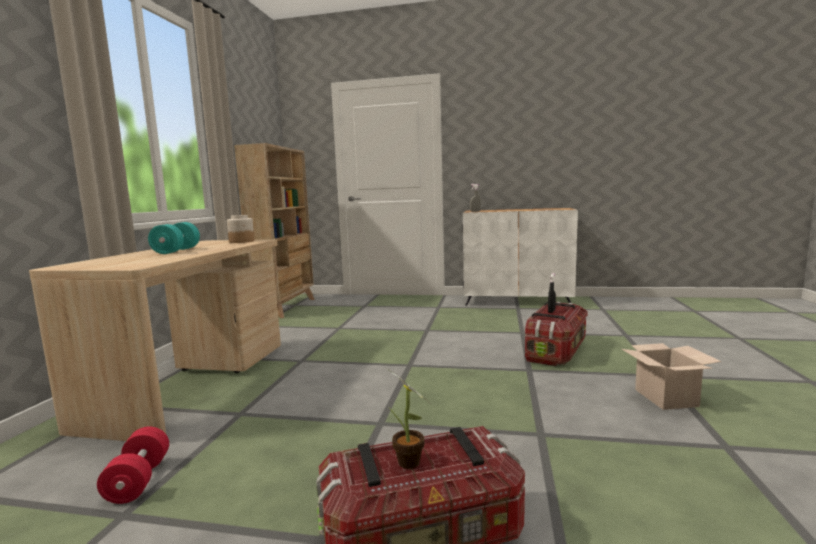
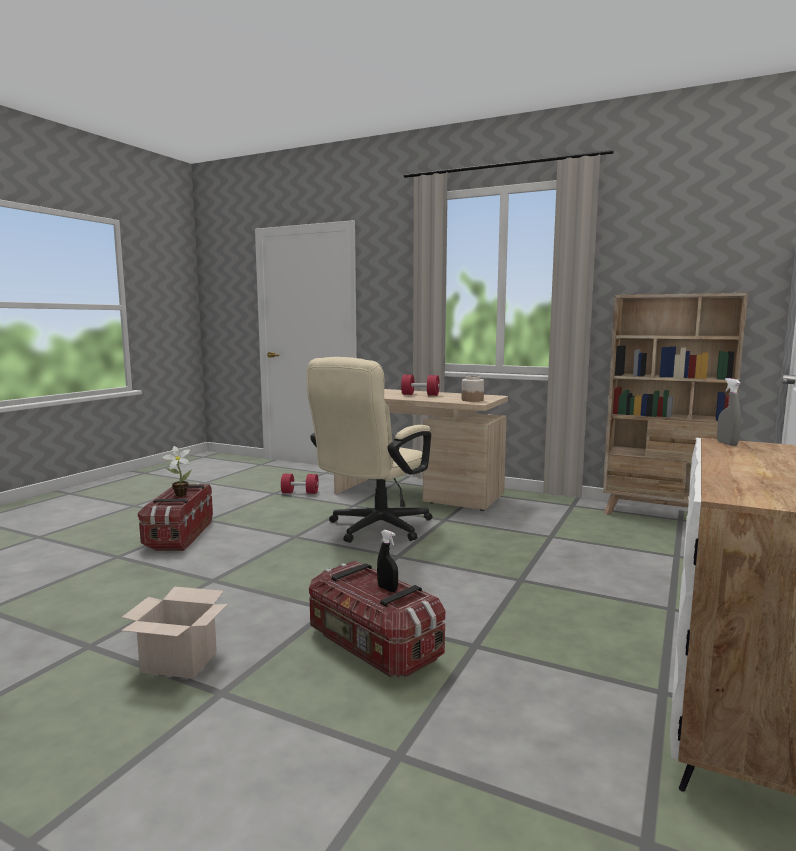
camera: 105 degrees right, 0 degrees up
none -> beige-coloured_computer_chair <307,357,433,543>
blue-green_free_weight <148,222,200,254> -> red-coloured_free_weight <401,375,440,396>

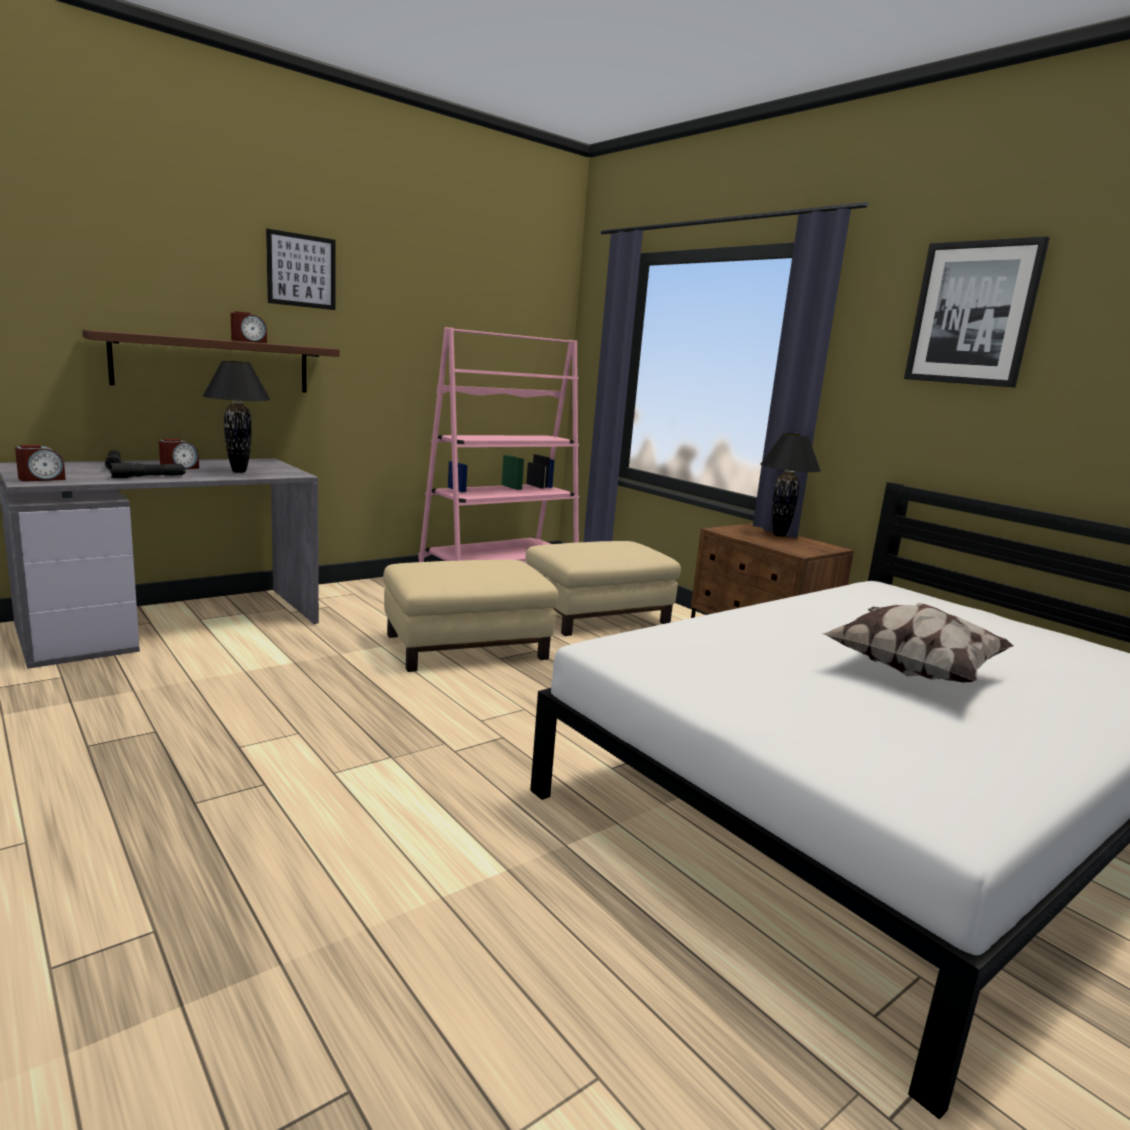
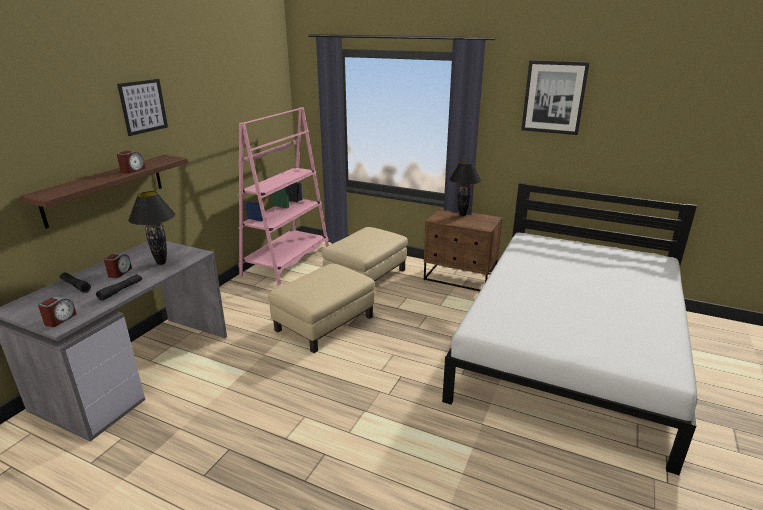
camera: 25 degrees left, 10 degrees up
cushion <823,603,1014,682> -> none

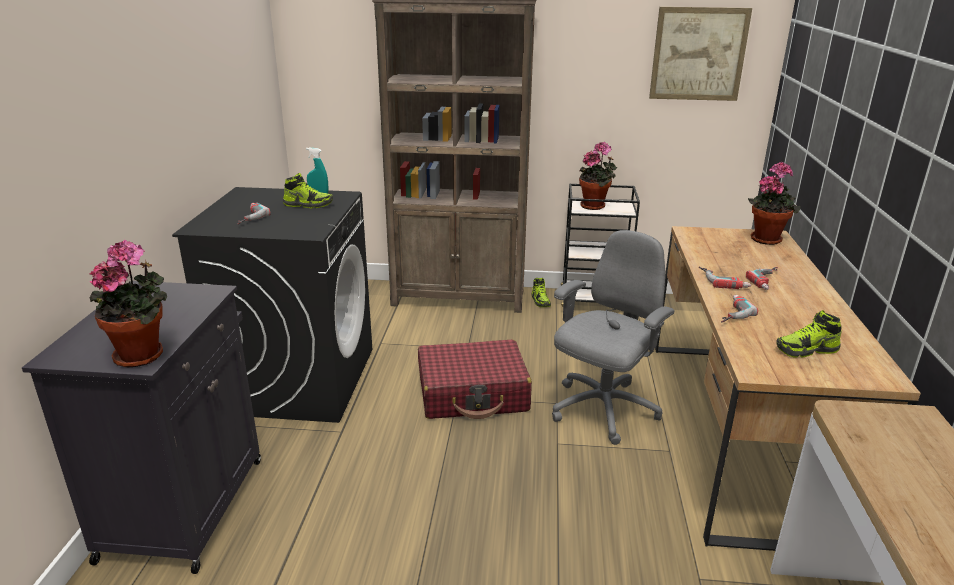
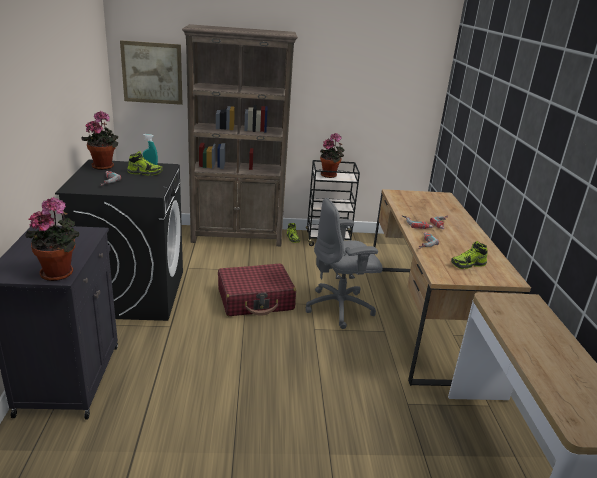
camera: 10 degrees left, 0 degrees up
potted_plant <748,162,800,245> -> potted_plant <81,111,118,170>, shifted
wall_art <649,7,752,101> -> wall_art <120,40,182,105>, shifted
greyish_computer_chair <552,230,675,445> -> greyish_computer_chair <306,198,383,329>, 135 degrees counterclockwise

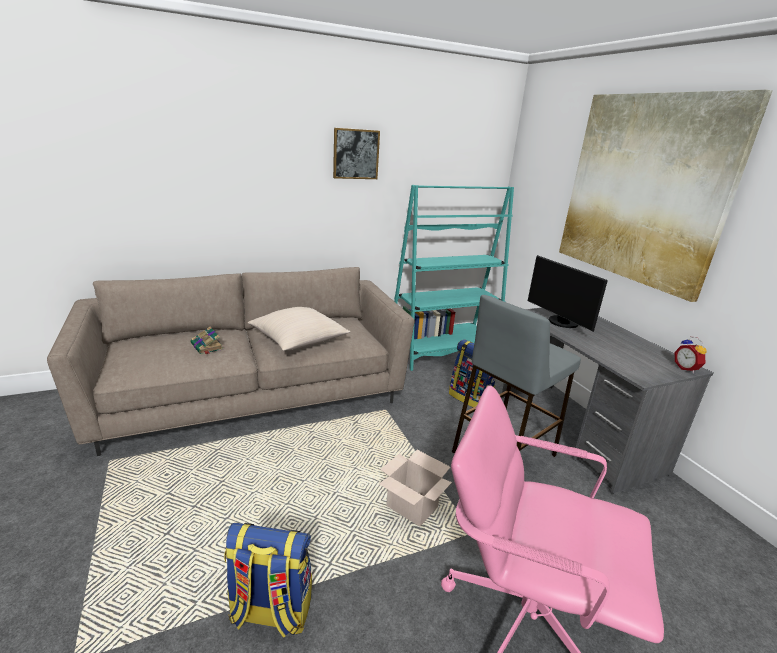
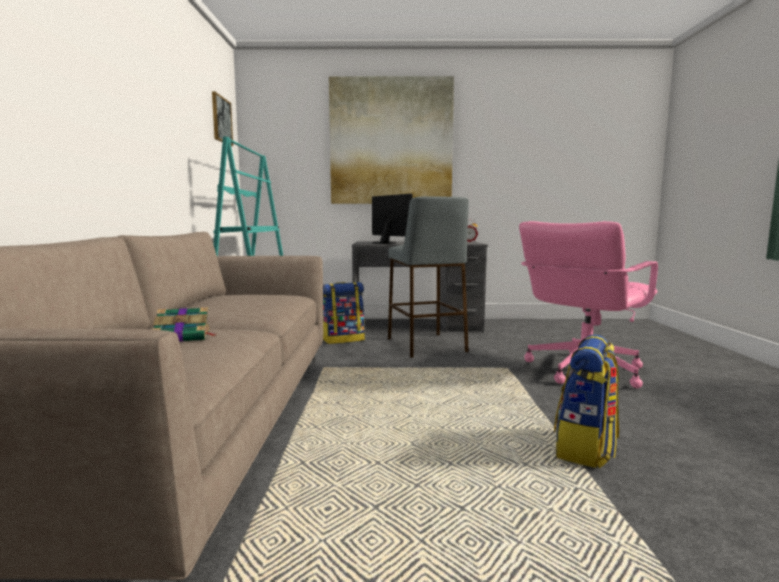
camera: 65 degrees left, 15 degrees down
wall_art <333,128,380,179> -> wall_art <212,92,233,146>, shifted
computer_screen <528,255,608,332> -> computer_screen <372,194,413,244>, 120 degrees counterclockwise
beige-coloured_cushion <248,307,350,351> -> none
carton <379,450,452,527> -> none

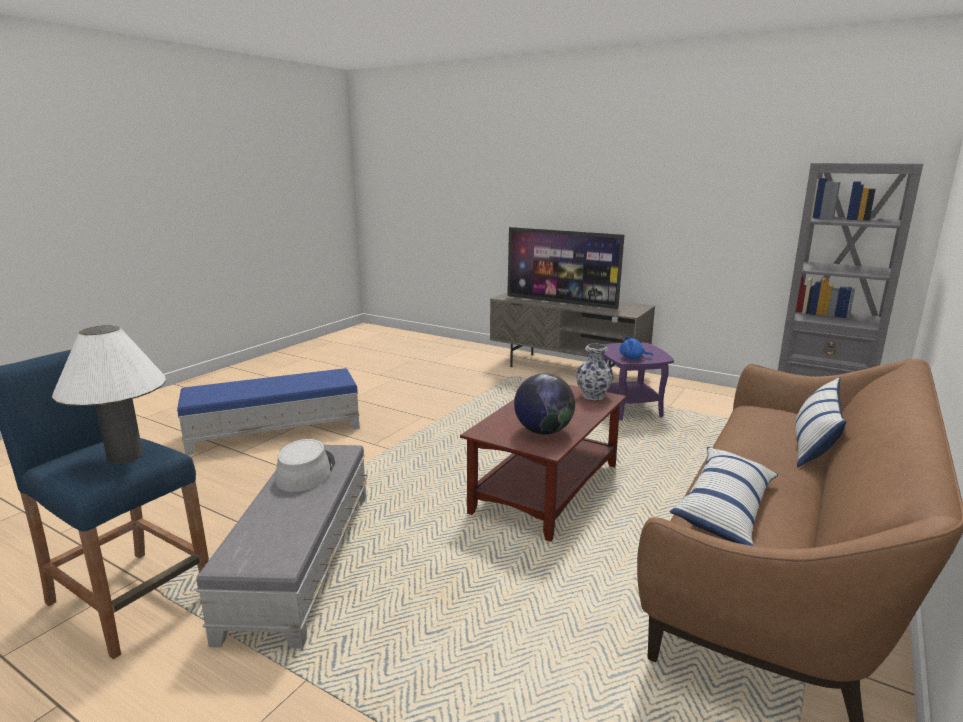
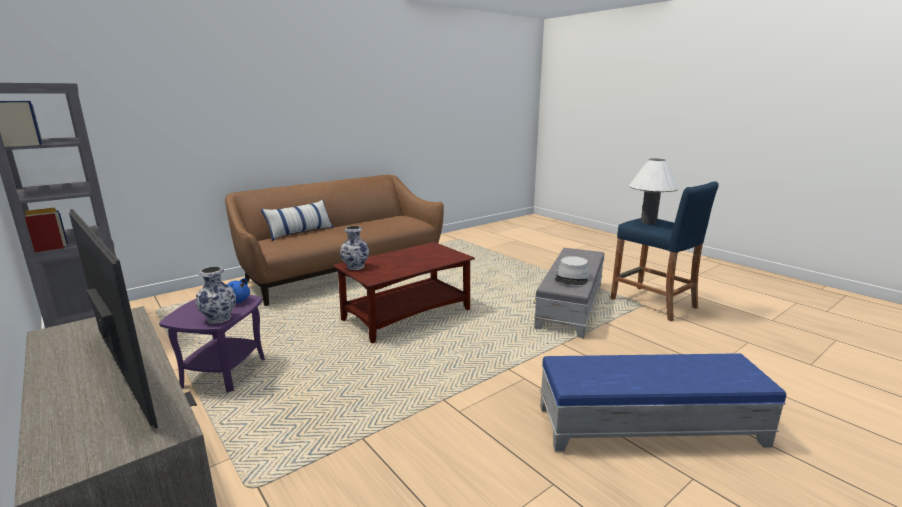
camera: 160 degrees left, 0 degrees up
none -> decorative_vase <195,267,236,324>
world_globe <514,374,575,434> -> none
cushion <670,447,778,546> -> none

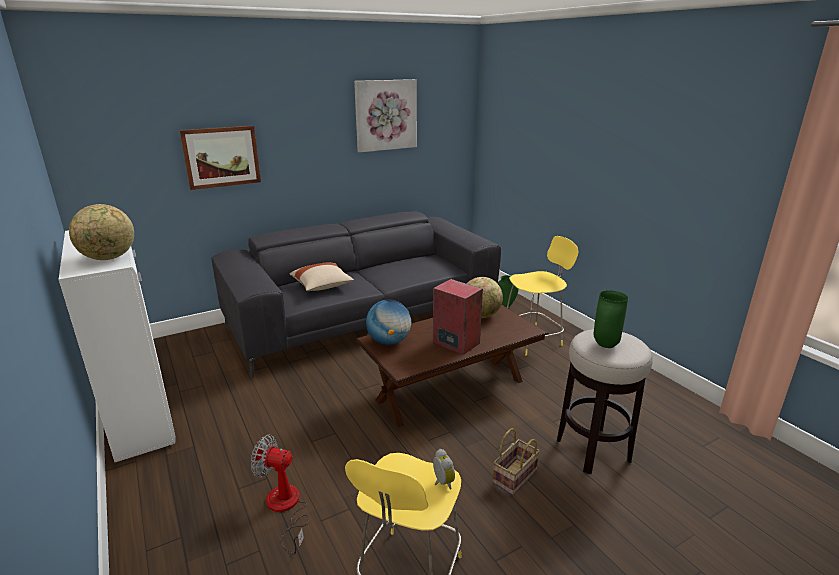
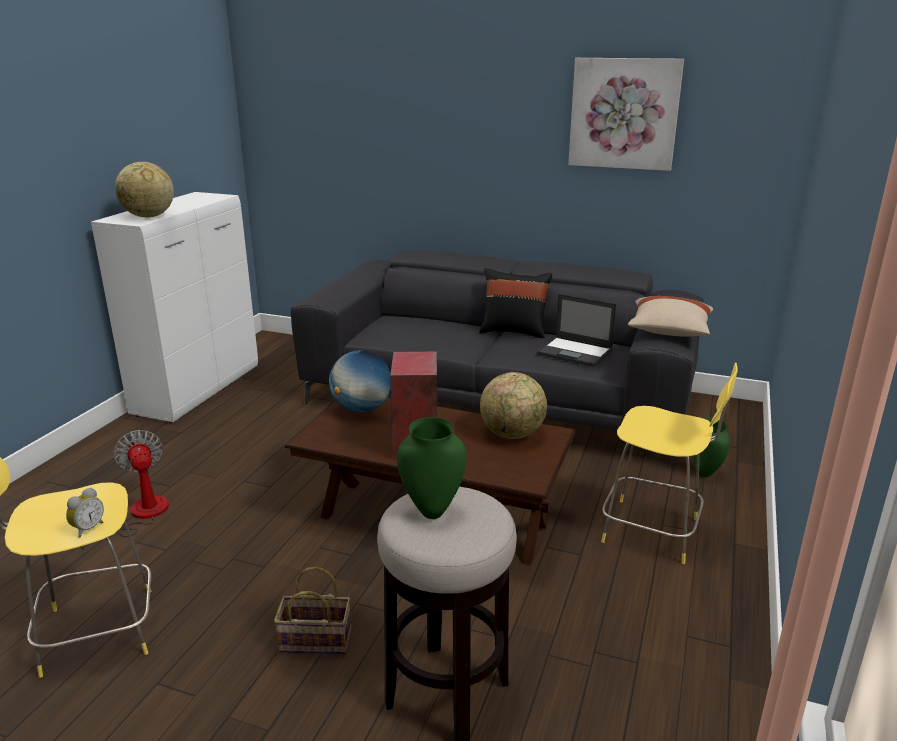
camera: 50 degrees right, 0 degrees up
none -> black_cushion <479,268,552,338>
none -> laptop <537,294,617,367>
beige-coloured_cushion <290,263,354,291> -> beige-coloured_cushion <628,296,713,336>, shifted
wall_art <179,126,261,190> -> none

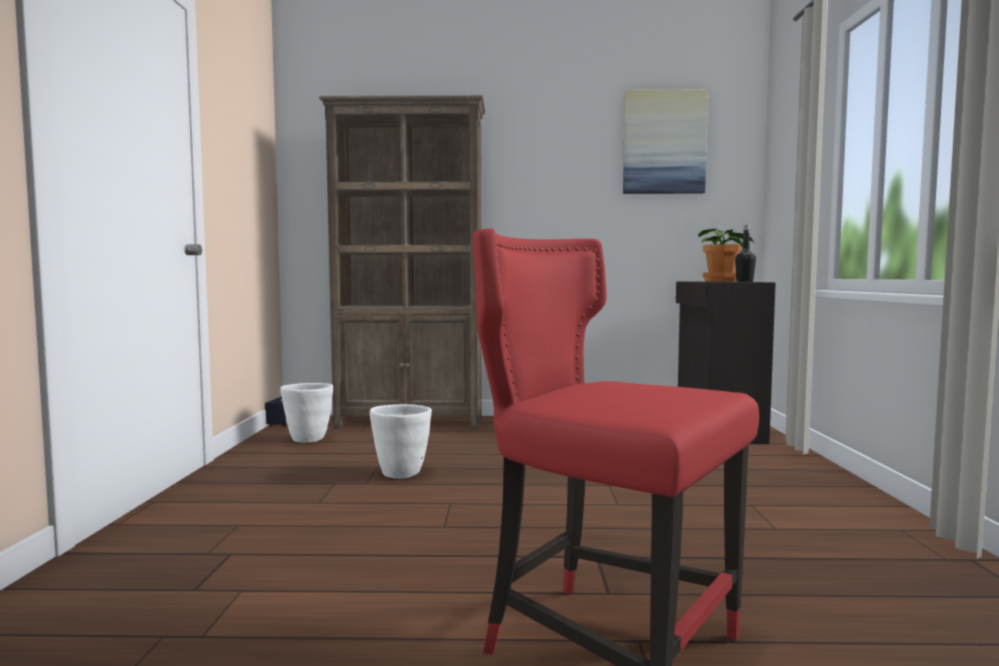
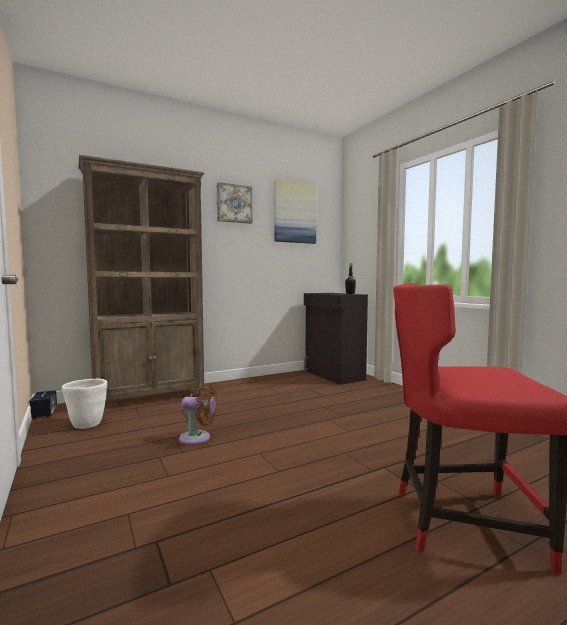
camera: 30 degrees left, 0 degrees up
whitish_planter <370,404,432,479> -> brown_cooling_fan <179,384,218,445>
none -> wall_art <216,182,252,224>
potted_plant <698,228,755,282> -> none

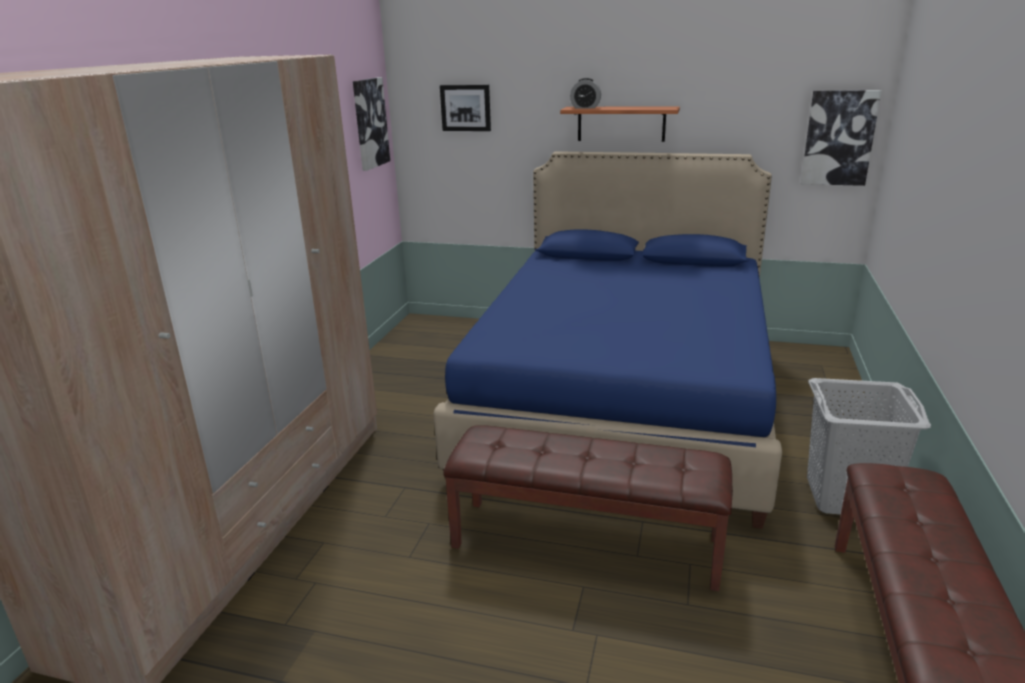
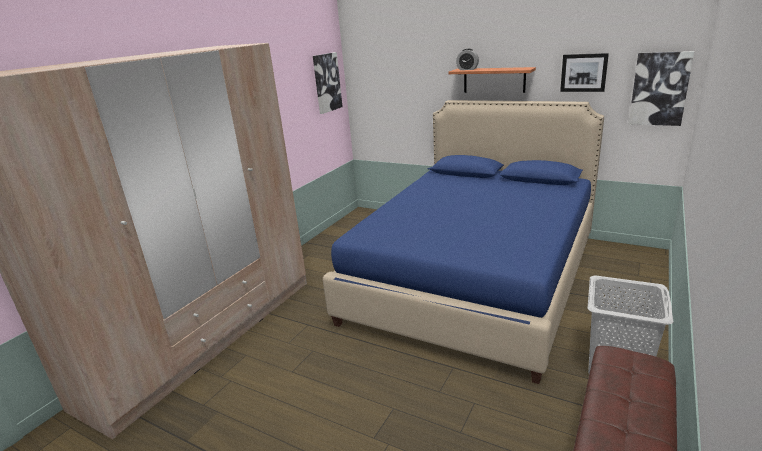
camera: 15 degrees right, 0 degrees up
wall_art <440,85,491,131> -> wall_art <560,53,609,92>, shifted
brown_indoor_bench <443,425,733,591> -> none

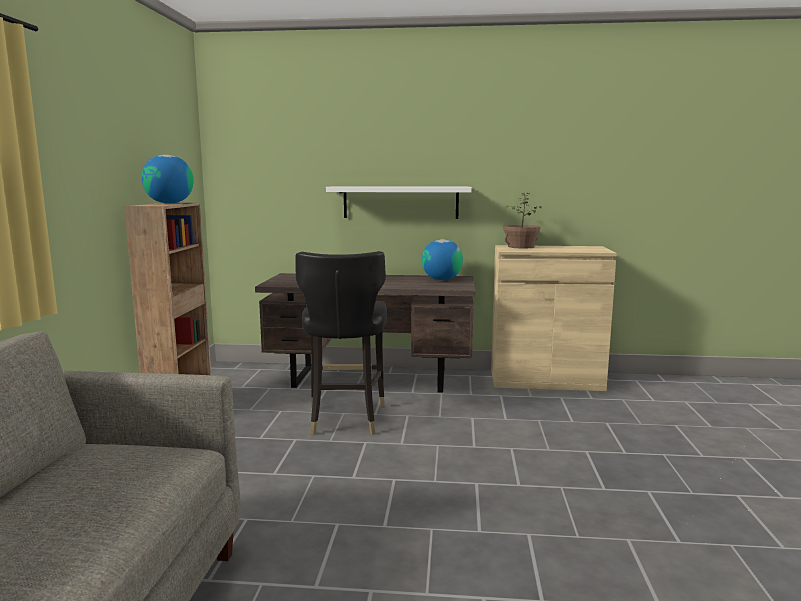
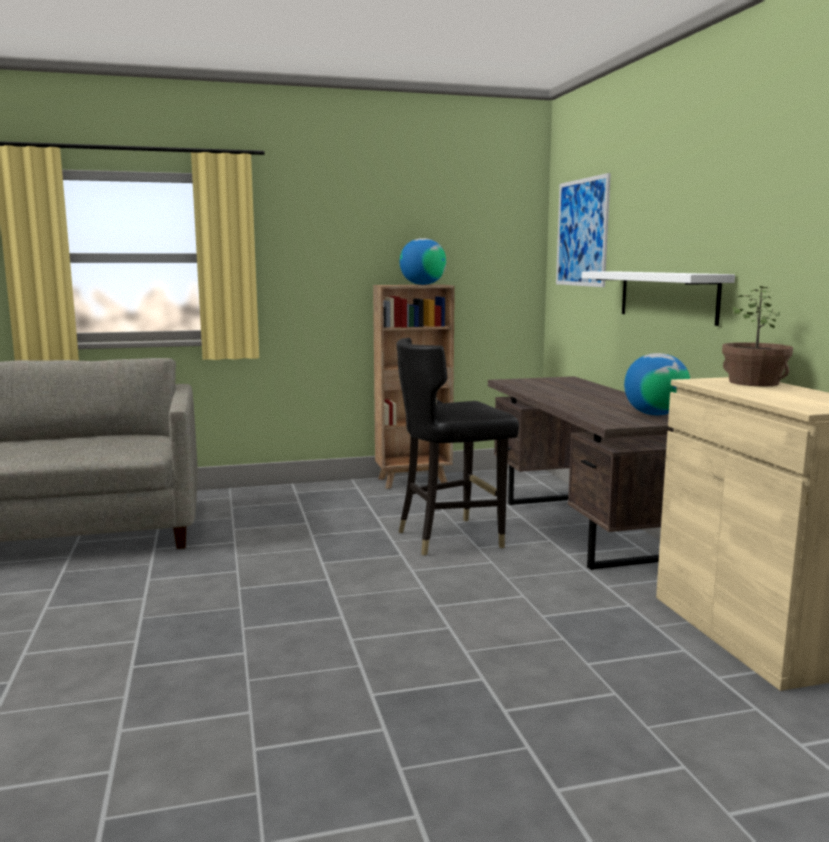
camera: 70 degrees right, 0 degrees up
none -> wall_art <556,173,611,287>

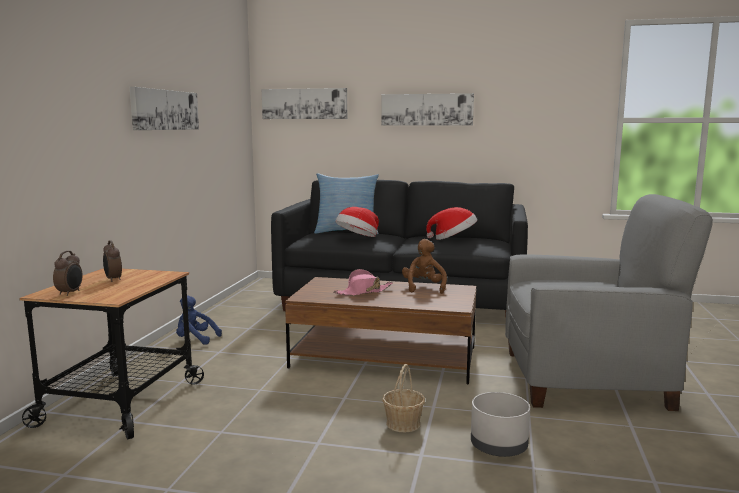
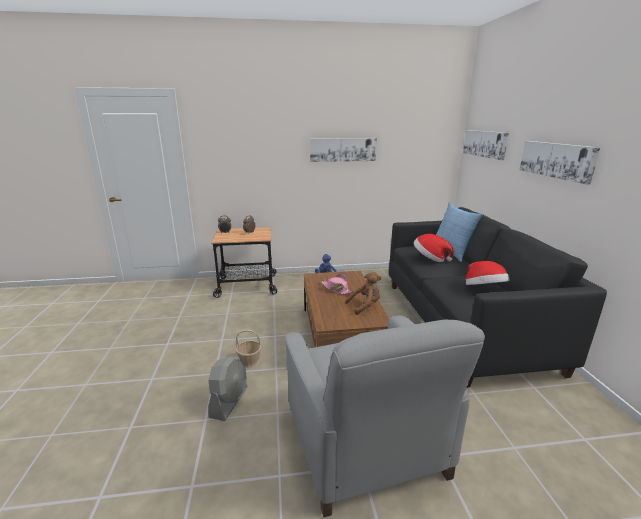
camera: 70 degrees right, 10 degrees up
greyish_planter <471,392,530,457> -> greyish_cooling_fan <208,357,248,421>

